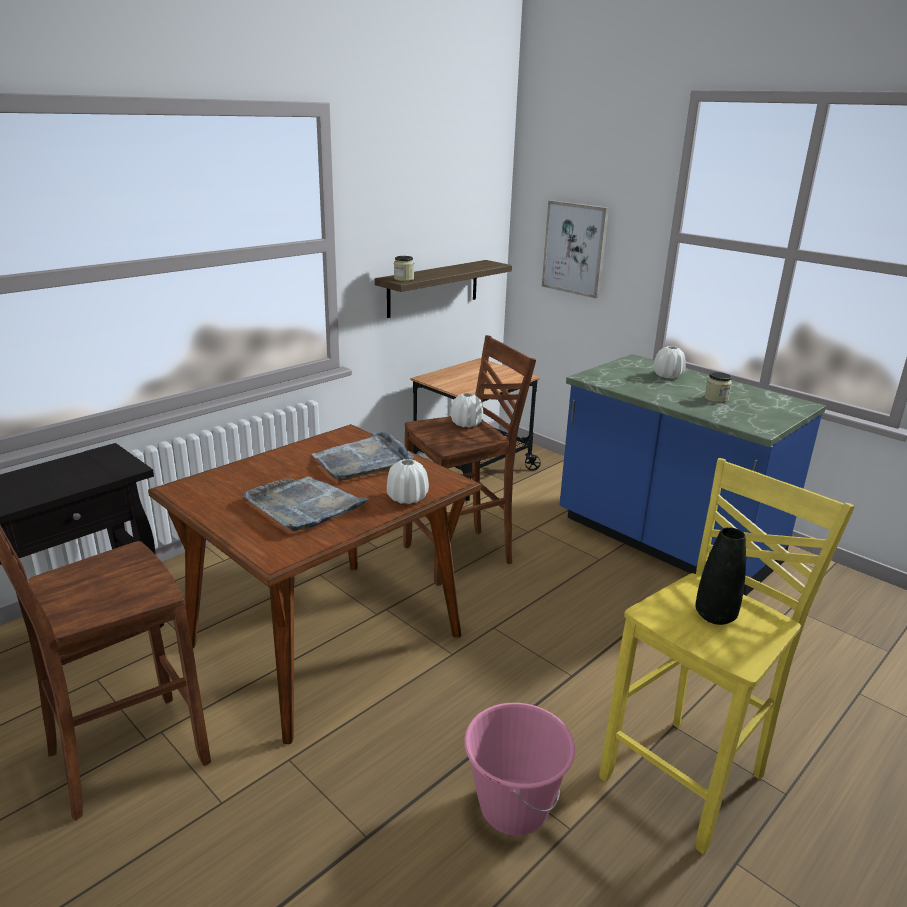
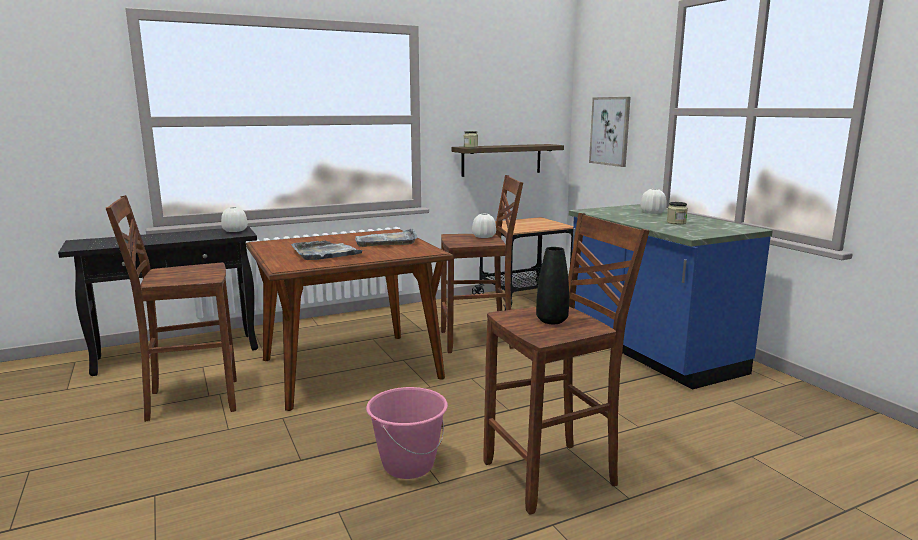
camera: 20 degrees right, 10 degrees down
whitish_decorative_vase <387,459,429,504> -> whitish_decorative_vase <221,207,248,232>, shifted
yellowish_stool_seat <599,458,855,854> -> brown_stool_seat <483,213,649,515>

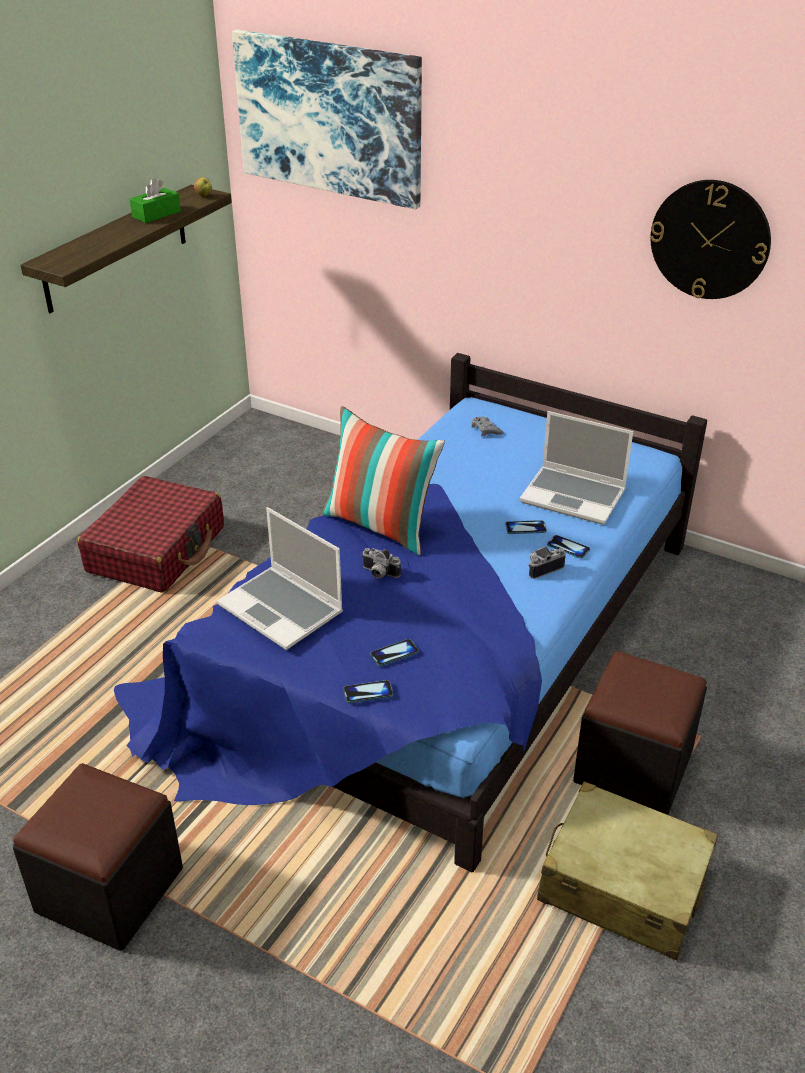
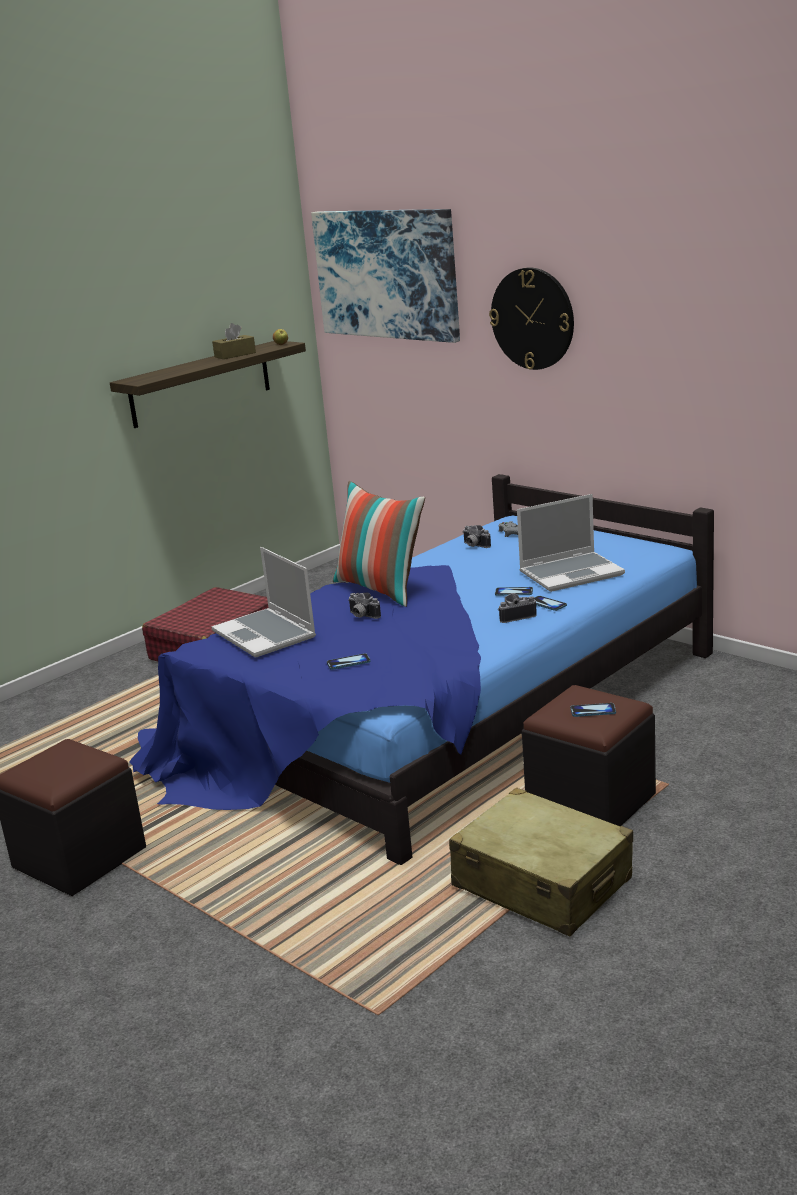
camera: 15 degrees right, 15 degrees down
green_tissue_holder <130,178,181,223> -> brown_tissue_holder <212,323,256,359>
none -> photo_camera <463,525,491,548>
wall_clock <650,180,771,299> -> wall_clock <489,267,574,370>, shifted
laptop <519,411,633,525> -> laptop <517,494,625,592>, 60 degrees counterclockwise
telephone <343,680,393,703> -> telephone <570,703,616,717>, shifted

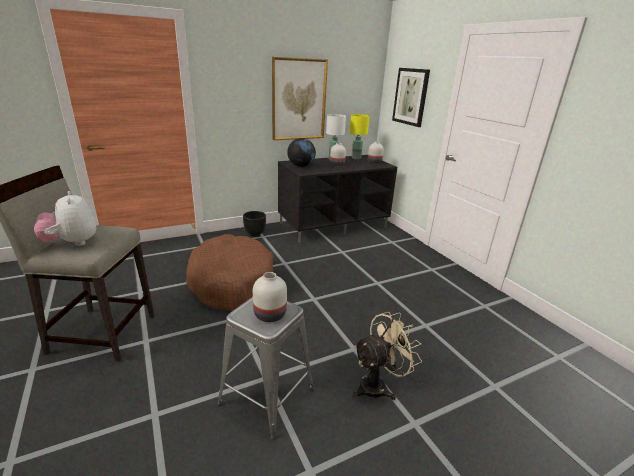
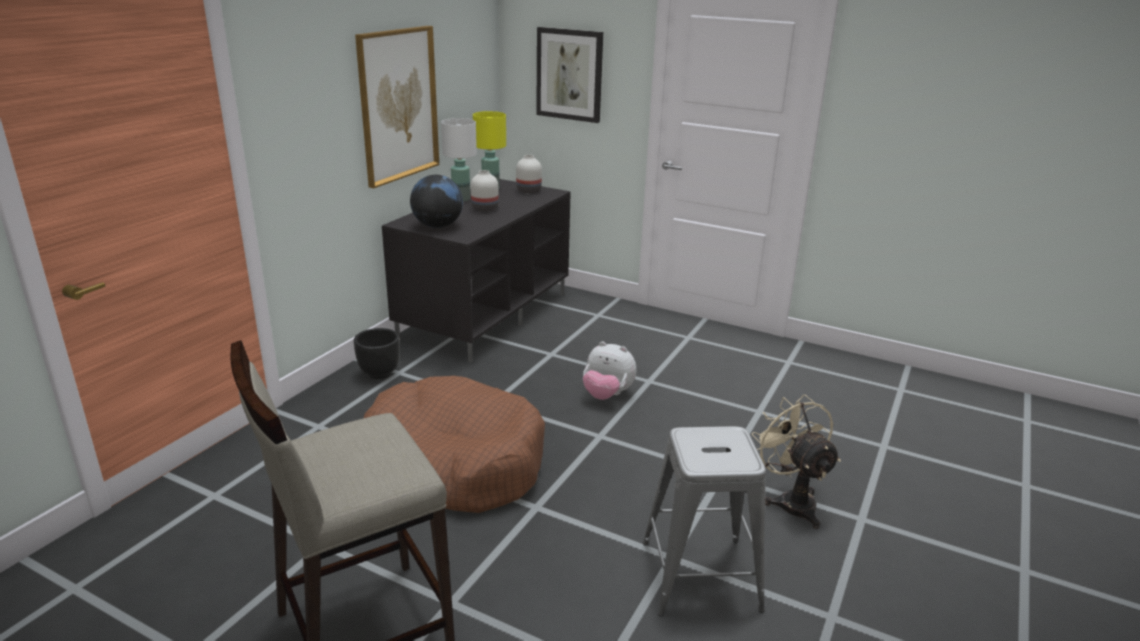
camera: 35 degrees left, 0 degrees up
plush_toy <34,191,96,246> -> plush_toy <583,342,637,400>, shifted
beige-coloured_cooling_fan <352,312,422,400> -> beige-coloured_cooling_fan <752,395,841,529>, 45 degrees counterclockwise
whitish_decorative_vase <253,272,287,322> -> none

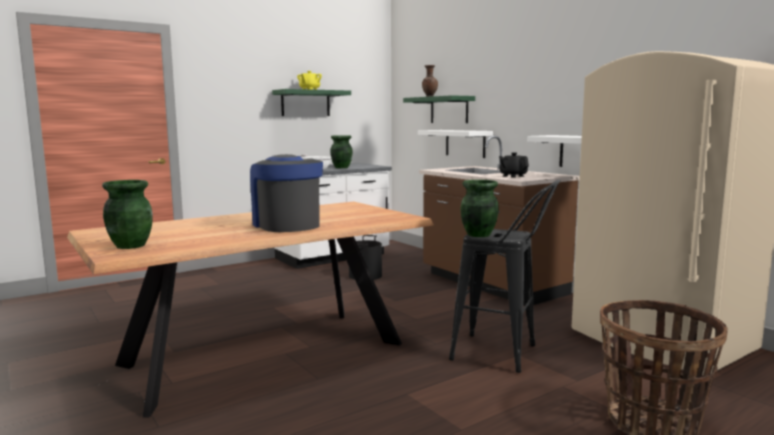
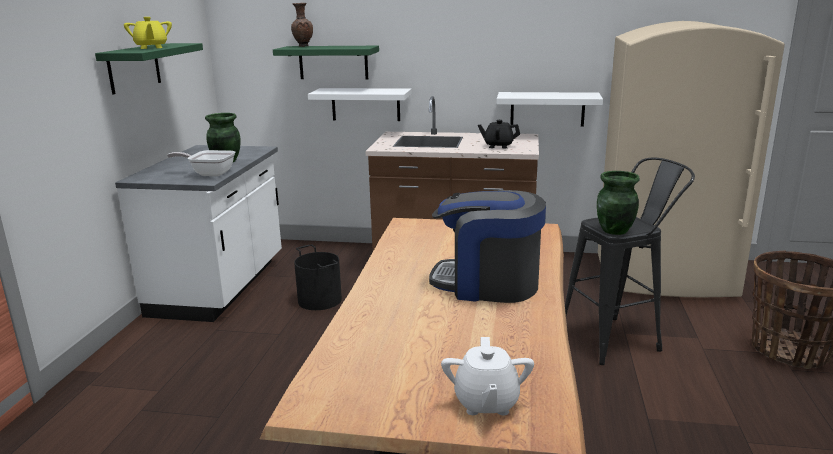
camera: 45 degrees left, 10 degrees up
green_decorative_vase <102,180,153,249> -> whitish_pot_for_tea <441,337,534,415>

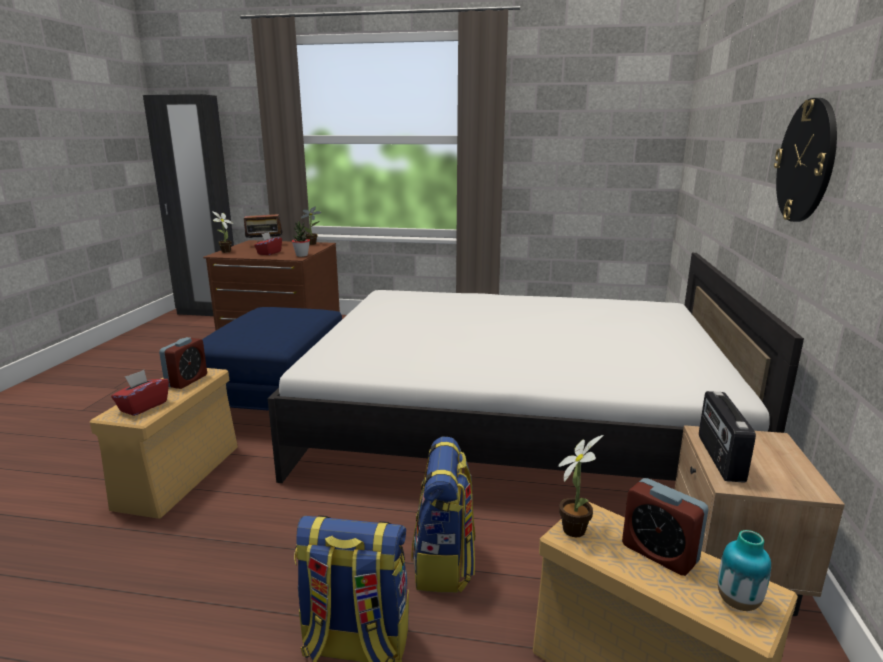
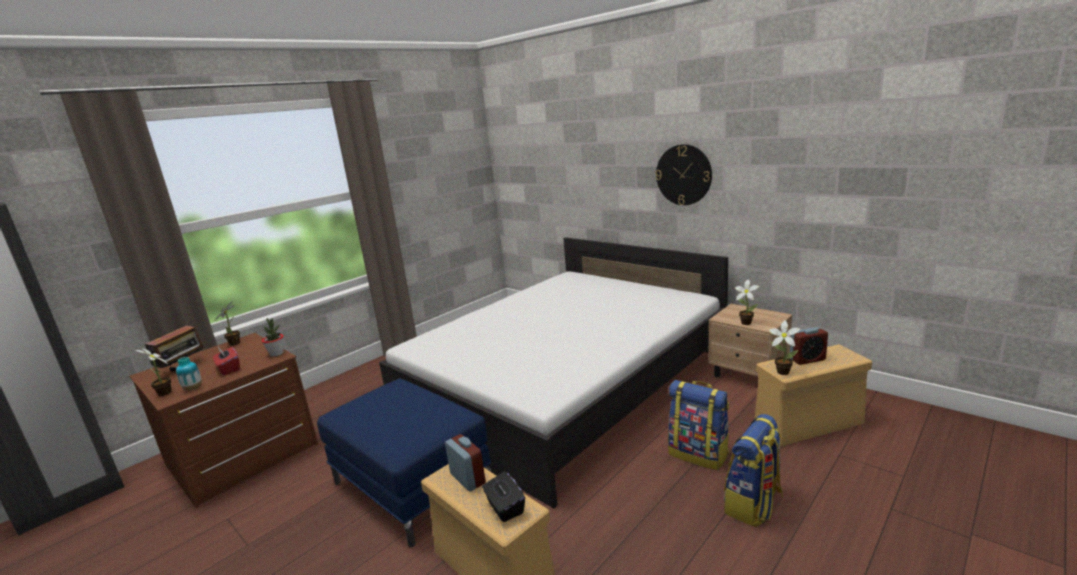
camera: 55 degrees left, 0 degrees up
decorative_vase <718,530,771,611> -> decorative_vase <176,357,202,391>, shifted
red-coloured_tissue_holder <111,370,169,416> -> black_tissue_holder <482,471,525,522>
radio_receiver <699,391,756,483> -> potted_plant <735,279,759,325>

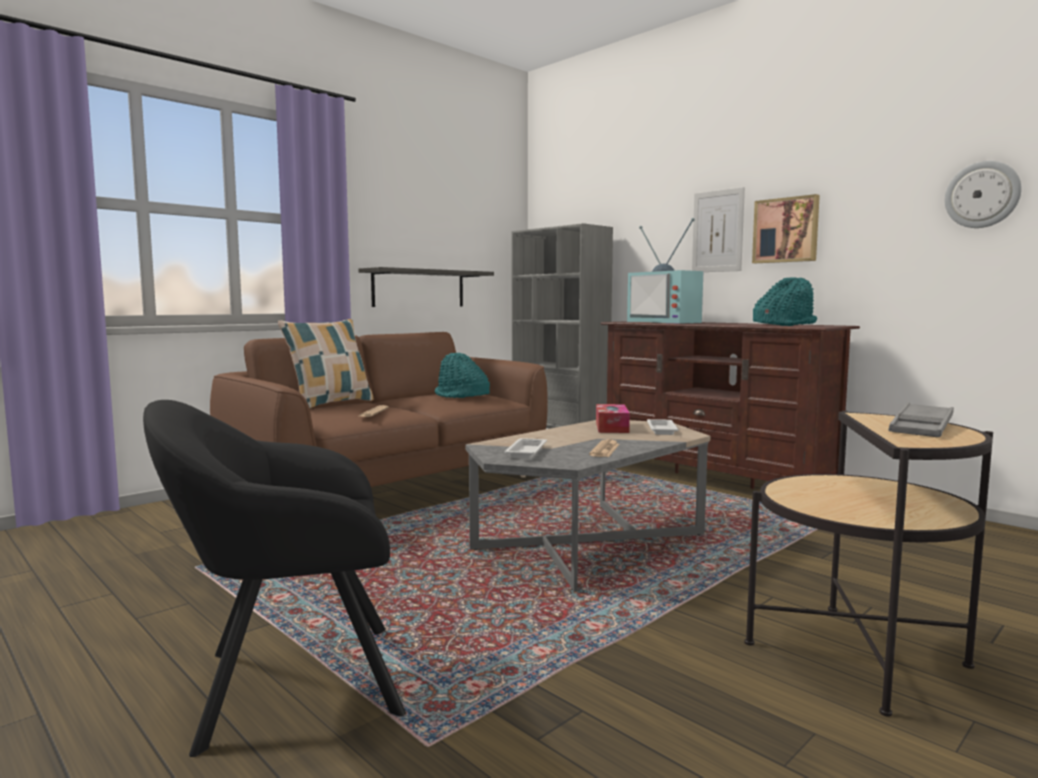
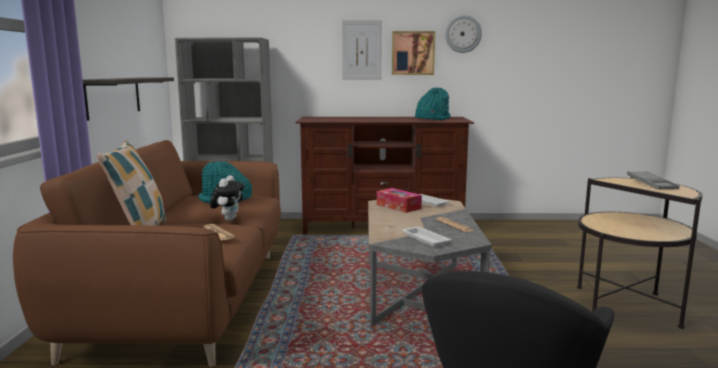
camera: 45 degrees left, 5 degrees up
none -> plush_toy <210,175,244,221>
wall_clock <945,161,1022,228> -> wall_clock <445,15,482,53>, shifted
TV_set <627,218,703,324> -> none

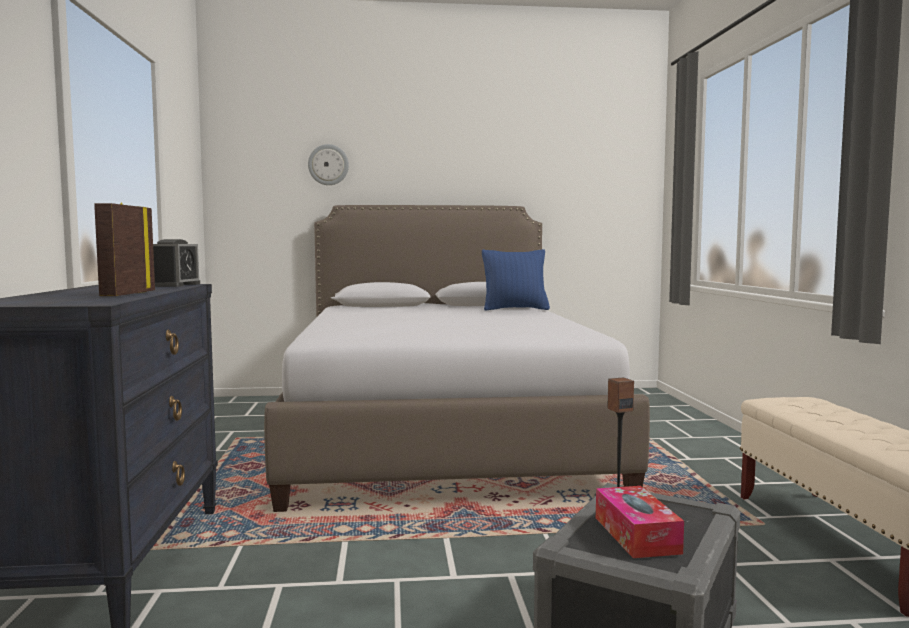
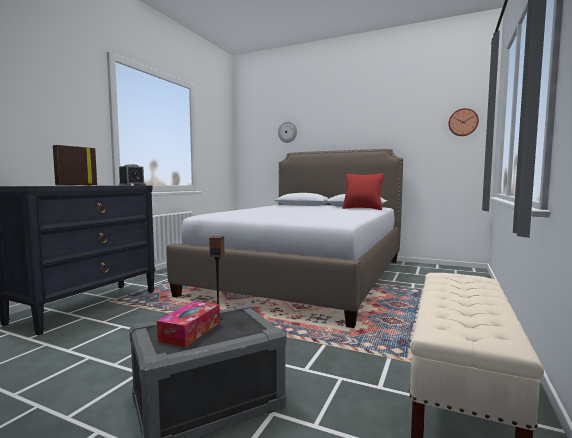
camera: 30 degrees right, 0 degrees up
bluish_cushion <482,249,550,310> -> red-coloured_cushion <342,173,385,210>
none -> wall_clock <448,108,479,136>

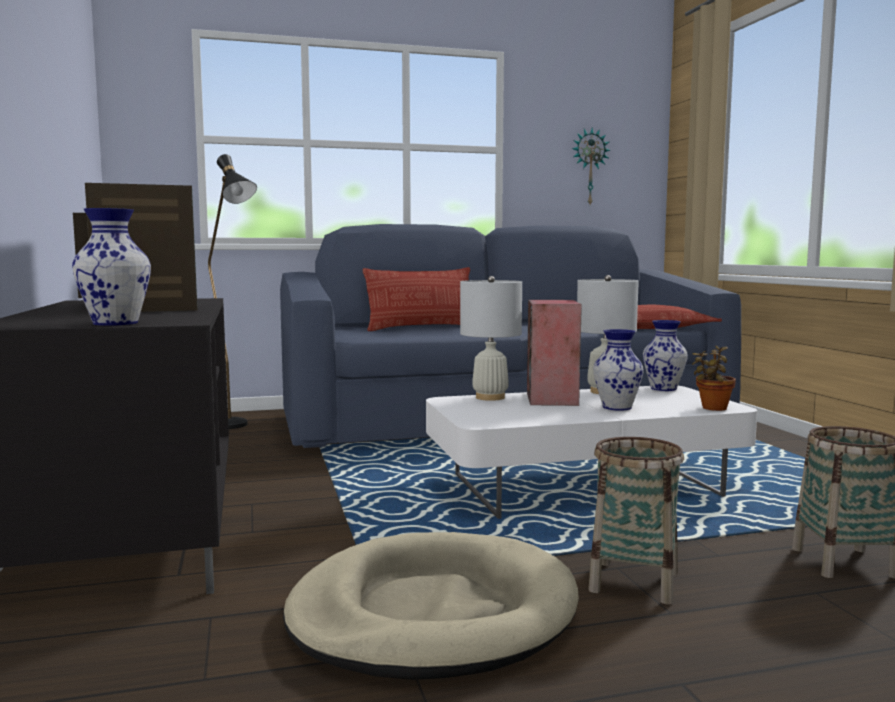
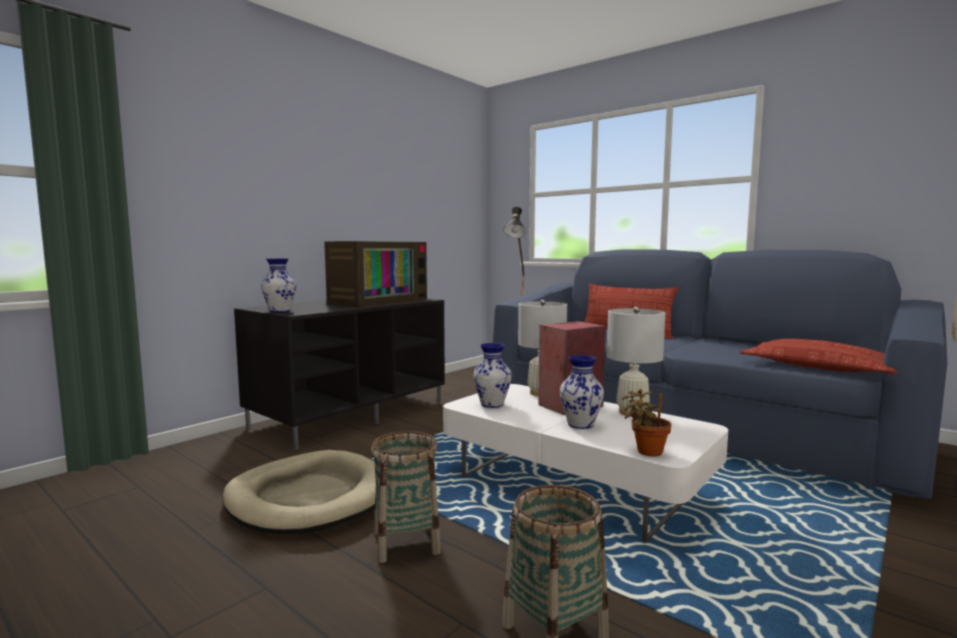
camera: 55 degrees right, 0 degrees up
decorative_vase <643,320,688,391> -> decorative_vase <473,343,512,408>, shifted
wall_clock <572,128,610,204> -> none

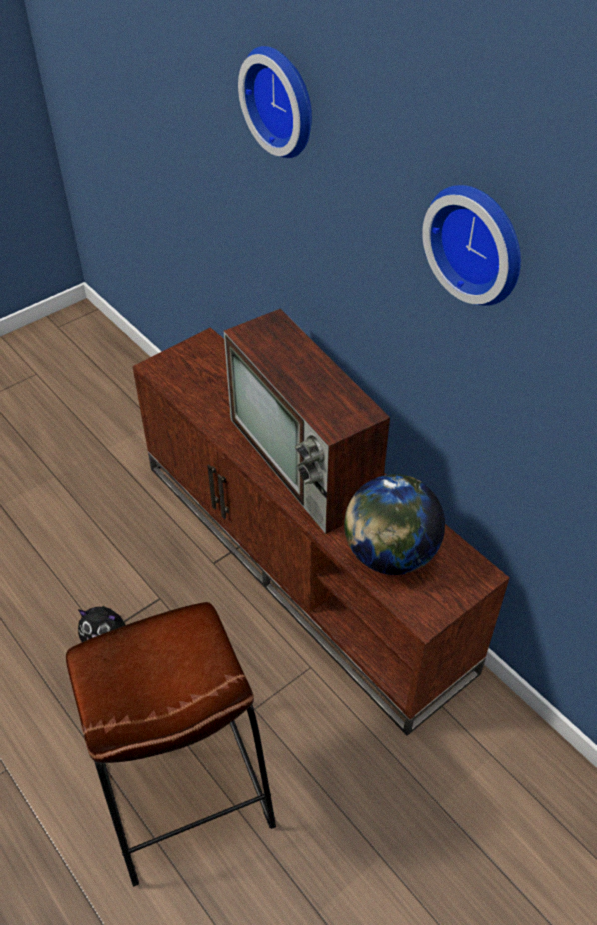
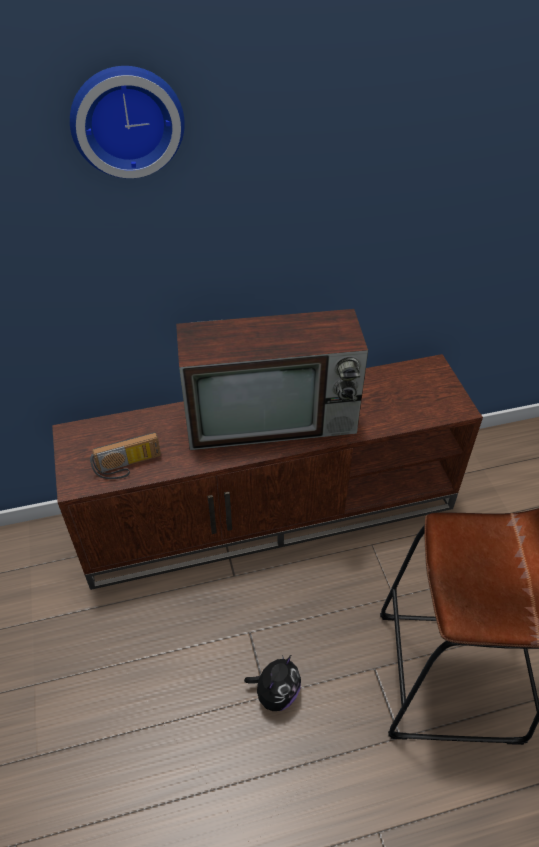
camera: 65 degrees left, 0 degrees up
none -> radio_receiver <90,432,161,479>
world_globe <344,474,445,575> -> none
wall_clock <422,185,521,306> -> none

